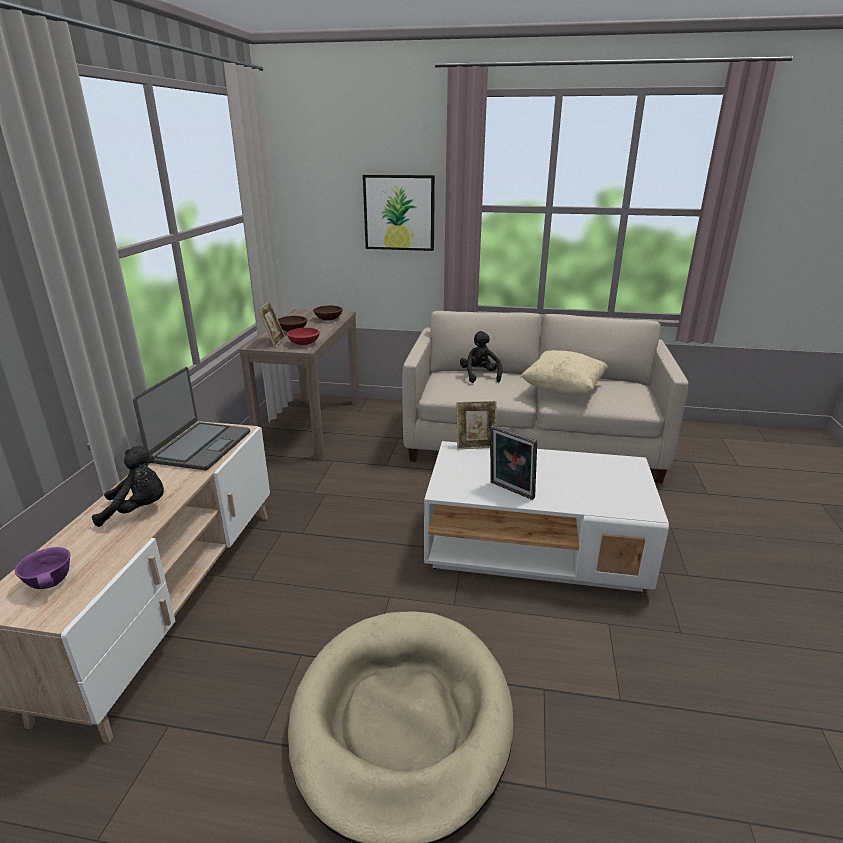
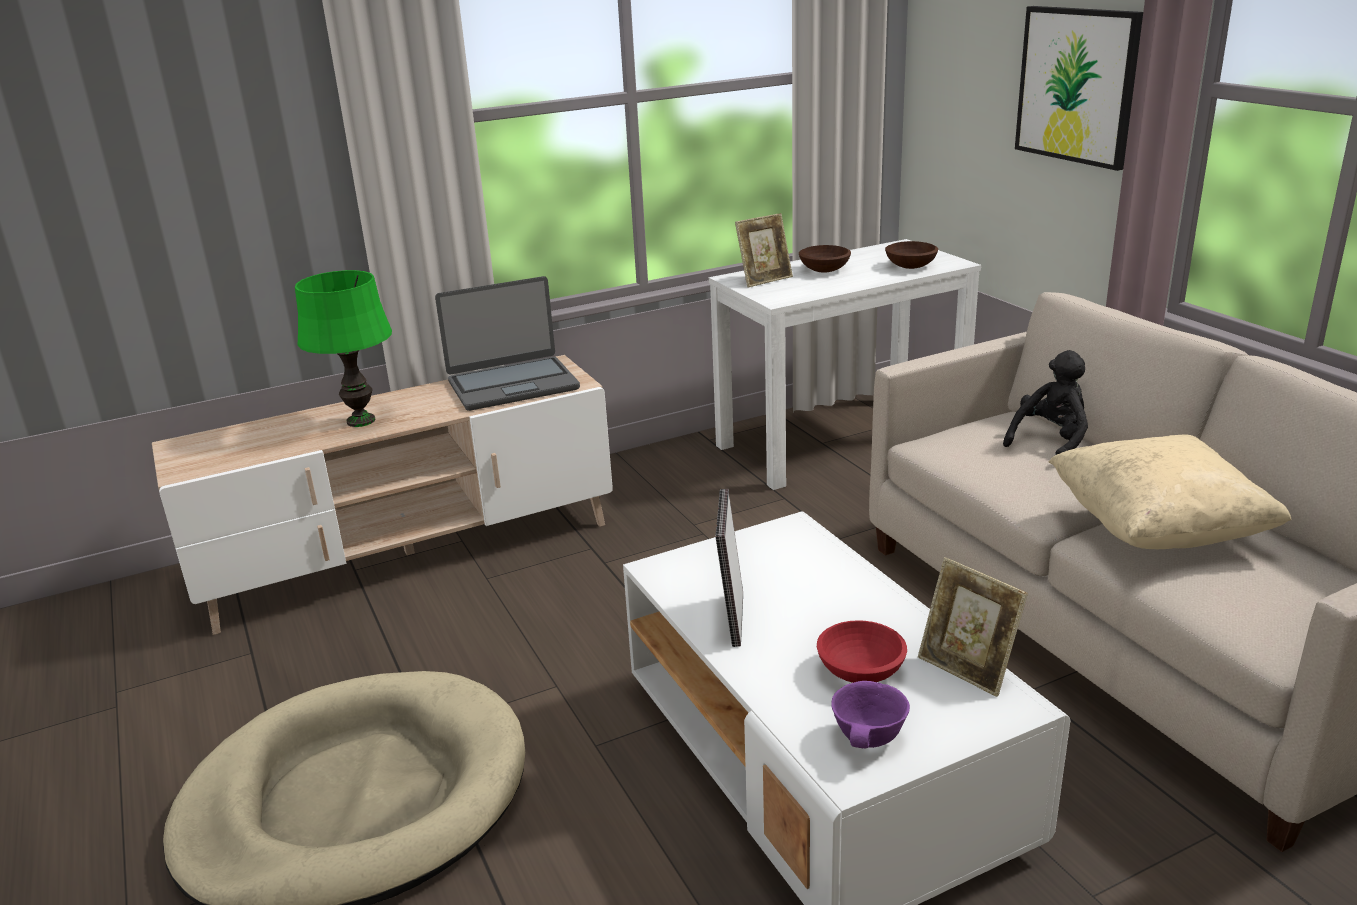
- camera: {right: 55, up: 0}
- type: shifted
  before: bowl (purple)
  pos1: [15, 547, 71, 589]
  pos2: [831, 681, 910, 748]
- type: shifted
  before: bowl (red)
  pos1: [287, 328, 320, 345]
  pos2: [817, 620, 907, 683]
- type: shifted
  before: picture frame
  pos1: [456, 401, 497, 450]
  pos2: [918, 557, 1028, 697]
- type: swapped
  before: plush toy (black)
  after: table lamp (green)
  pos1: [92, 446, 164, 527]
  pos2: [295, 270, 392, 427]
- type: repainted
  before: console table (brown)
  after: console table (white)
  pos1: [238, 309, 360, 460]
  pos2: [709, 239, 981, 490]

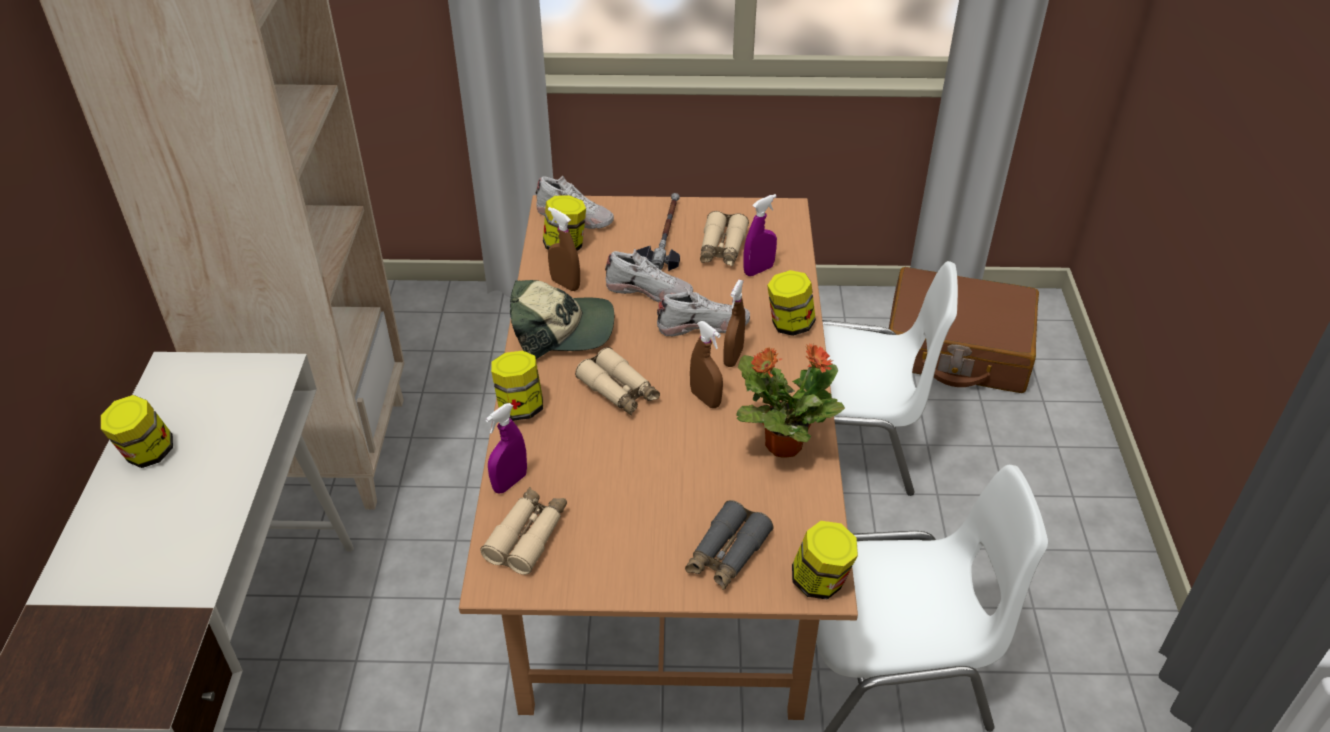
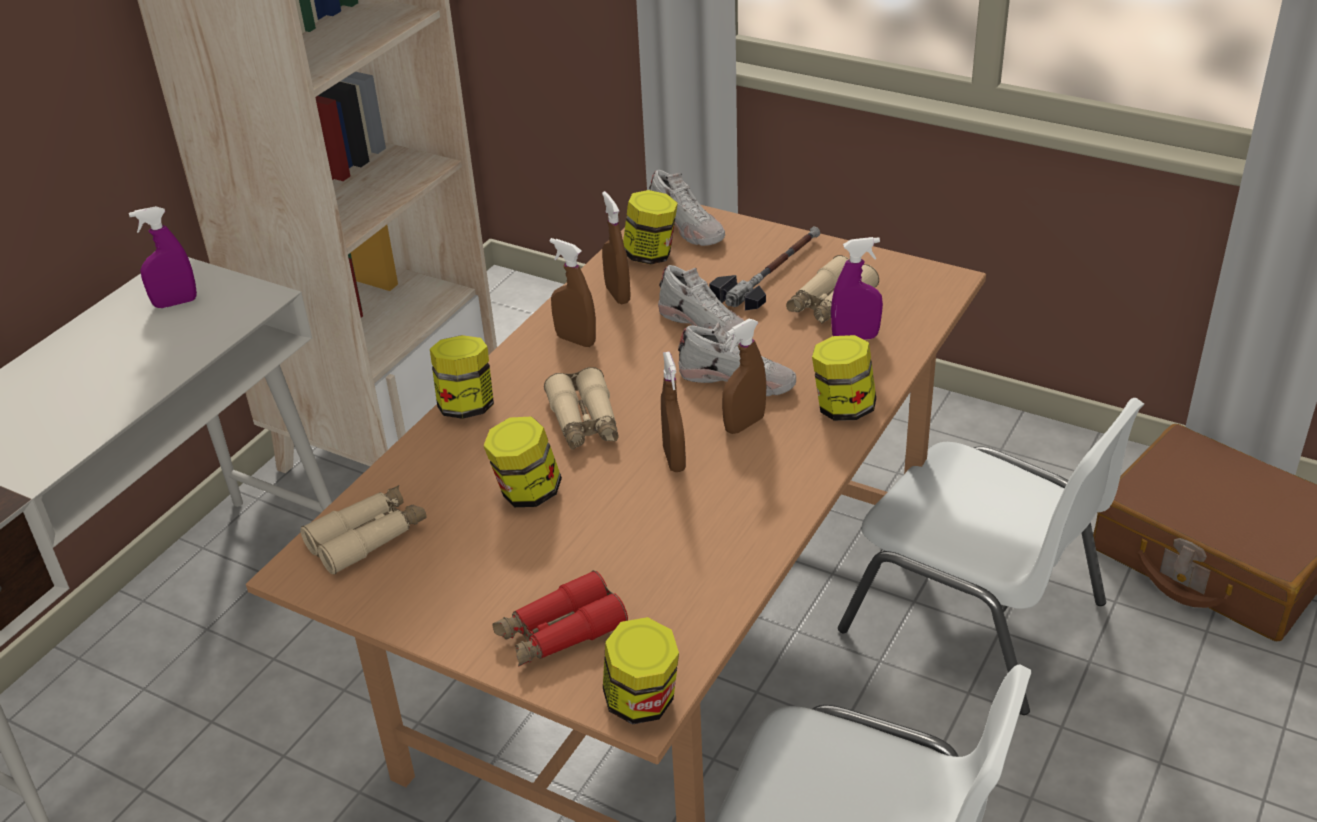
- camera: {right: 30, up: -5}
- type: gone
  before: potted plant
  pos1: [736, 343, 845, 458]
- type: shifted
  before: jar
  pos1: [101, 395, 173, 468]
  pos2: [483, 416, 562, 507]
- type: shifted
  before: spray bottle (purple)
  pos1: [485, 403, 527, 494]
  pos2: [129, 206, 197, 308]
- type: swapped
  before: cap
  after: spray bottle (brown)
  pos1: [510, 280, 614, 359]
  pos2: [550, 238, 596, 347]
- type: repainted
  before: binoculars (grey)
  after: binoculars (red)
  pos1: [685, 500, 774, 590]
  pos2: [492, 570, 628, 667]

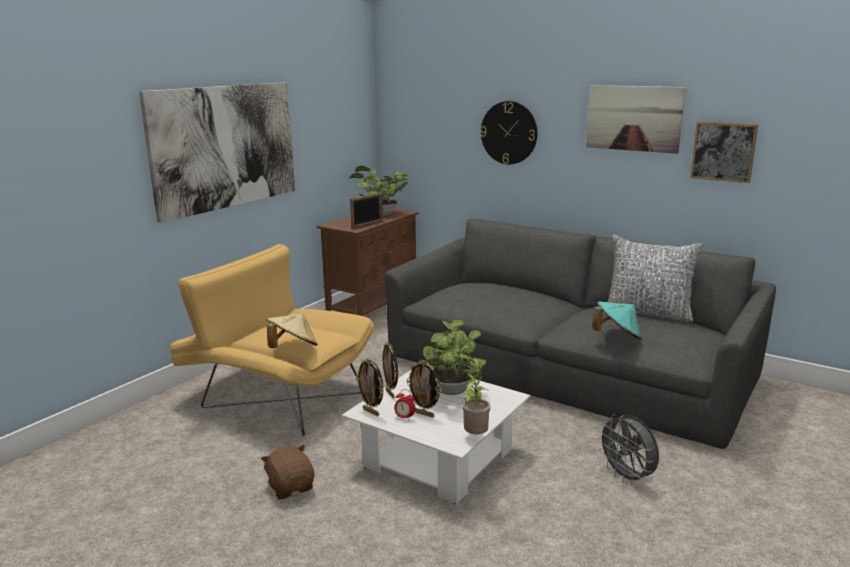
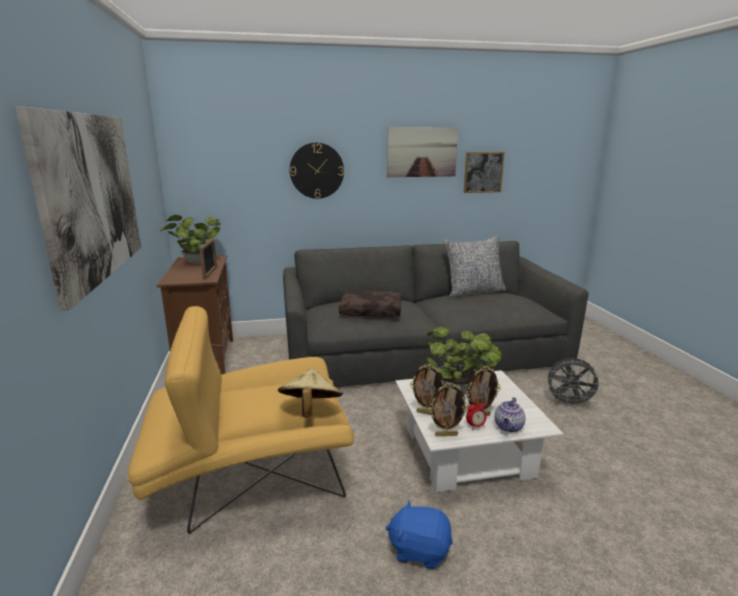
- camera: {right: -45, up: 0}
- type: gone
  before: potted plant
  pos1: [462, 373, 490, 434]
- type: gone
  before: hat (turquoise)
  pos1: [592, 302, 642, 340]
- type: new
  after: pillow (brown)
  pos2: [339, 291, 401, 317]
- type: new
  after: teapot
  pos2: [494, 397, 526, 432]
- type: repainted
  before: plush toy (brown)
  after: plush toy (blue)
  pos1: [261, 445, 314, 500]
  pos2: [385, 500, 453, 569]

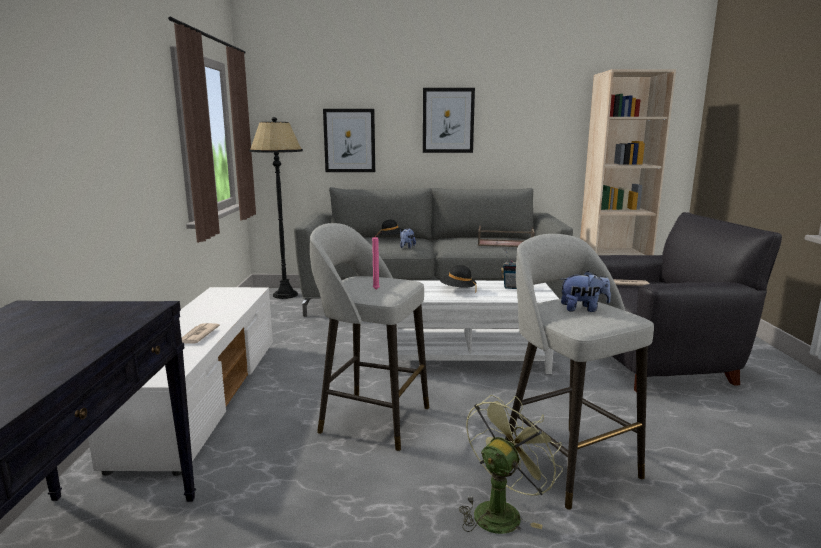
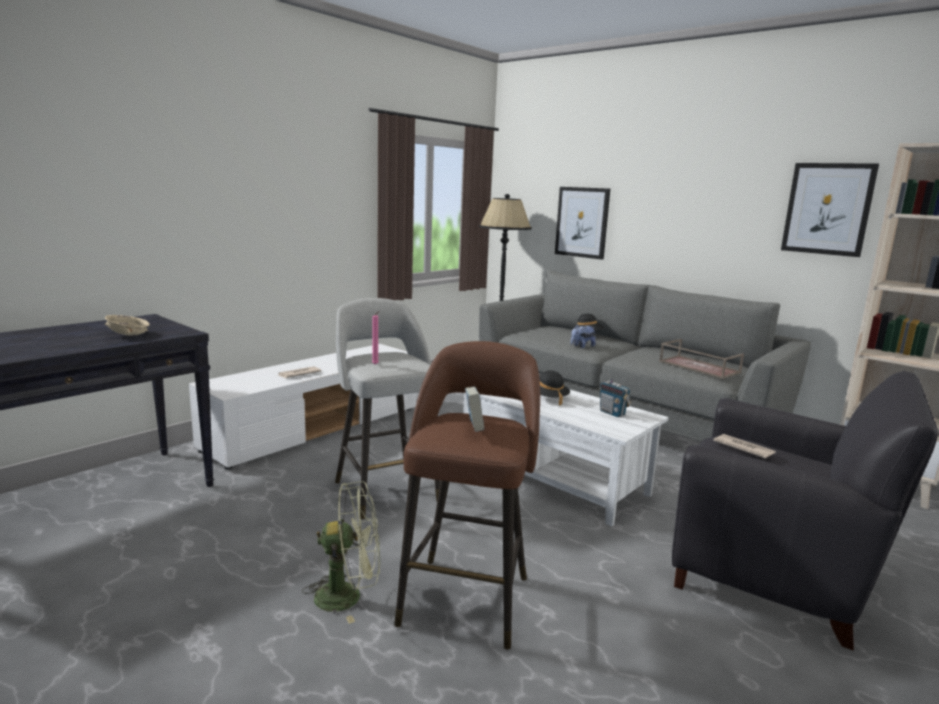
- camera: {right: 40, up: 0}
- type: new
  after: bowl (beige)
  pos2: [105, 315, 150, 336]
- type: shifted
  before: picture
  pos1: [423, 88, 475, 153]
  pos2: [781, 163, 879, 257]
- type: swapped
  before: plush toy
  after: book
  pos1: [561, 271, 611, 312]
  pos2: [465, 386, 484, 432]
- type: repainted
  before: stool (grey)
  after: stool (brown)
  pos1: [505, 234, 654, 510]
  pos2: [394, 341, 540, 650]

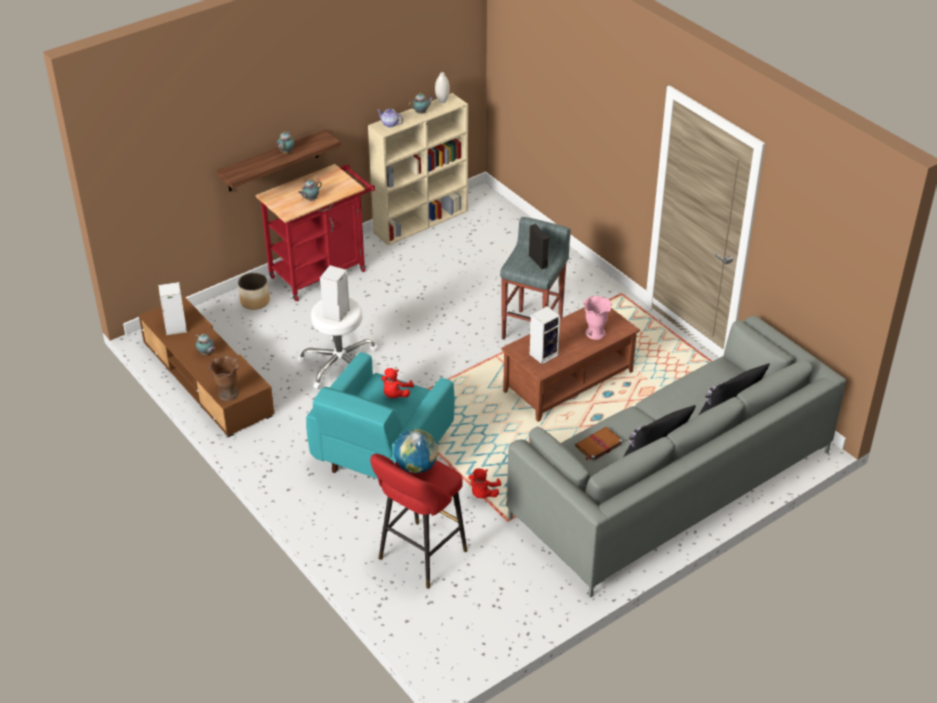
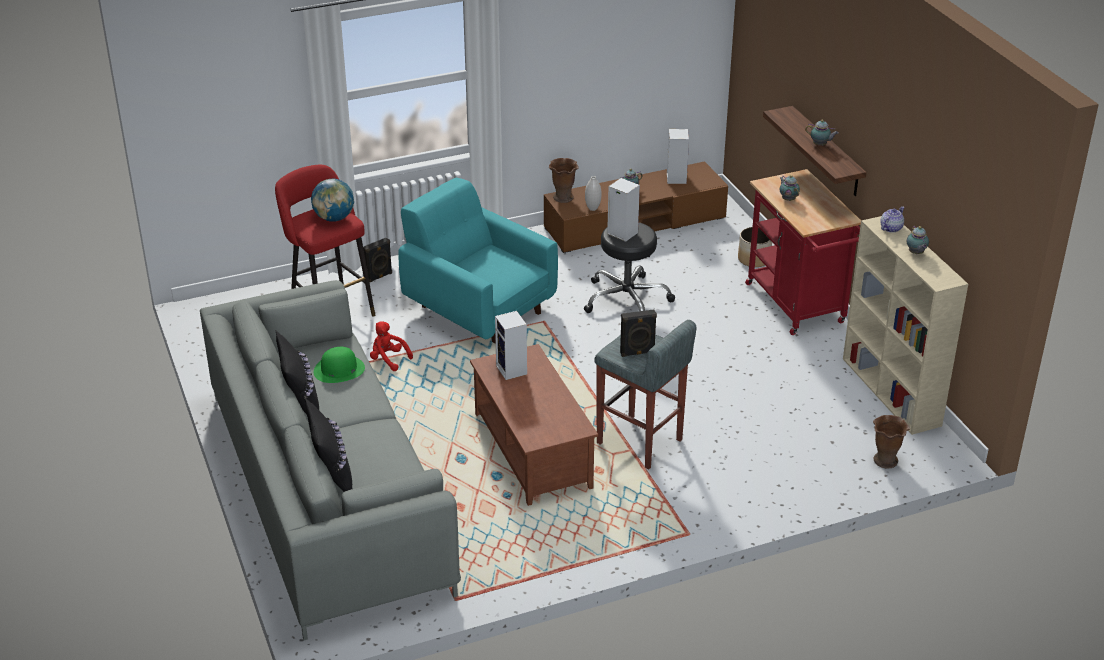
- camera: {right: 105, up: -5}
- type: gone
  before: plush toy (red)
  pos1: [381, 368, 414, 398]
- type: gone
  before: vase (pink)
  pos1: [583, 296, 612, 340]
- type: new
  after: speaker (black)
  pos2: [363, 238, 392, 283]
- type: new
  after: vase (brown)
  pos2: [873, 415, 910, 469]
- type: shifted
  before: vase (white)
  pos1: [435, 72, 450, 103]
  pos2: [585, 176, 602, 211]
- type: swapped
  before: book (brown)
  after: hat (green)
  pos1: [575, 427, 623, 462]
  pos2: [314, 347, 365, 383]
- type: repainted
  before: stool (white)
  after: stool (black)
  pos1: [297, 298, 379, 390]
  pos2: [584, 222, 675, 313]

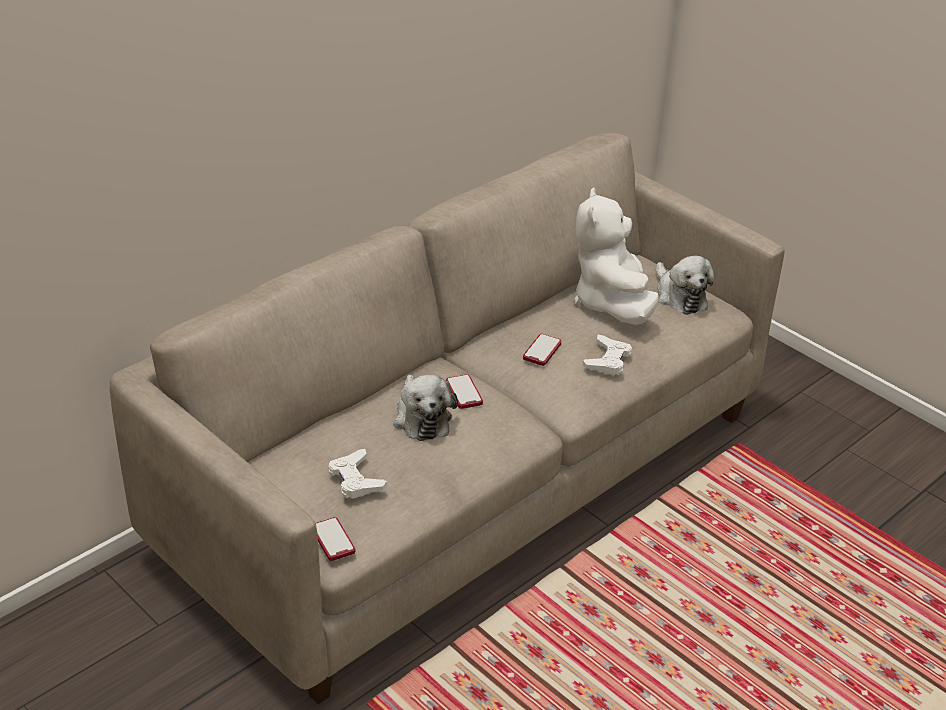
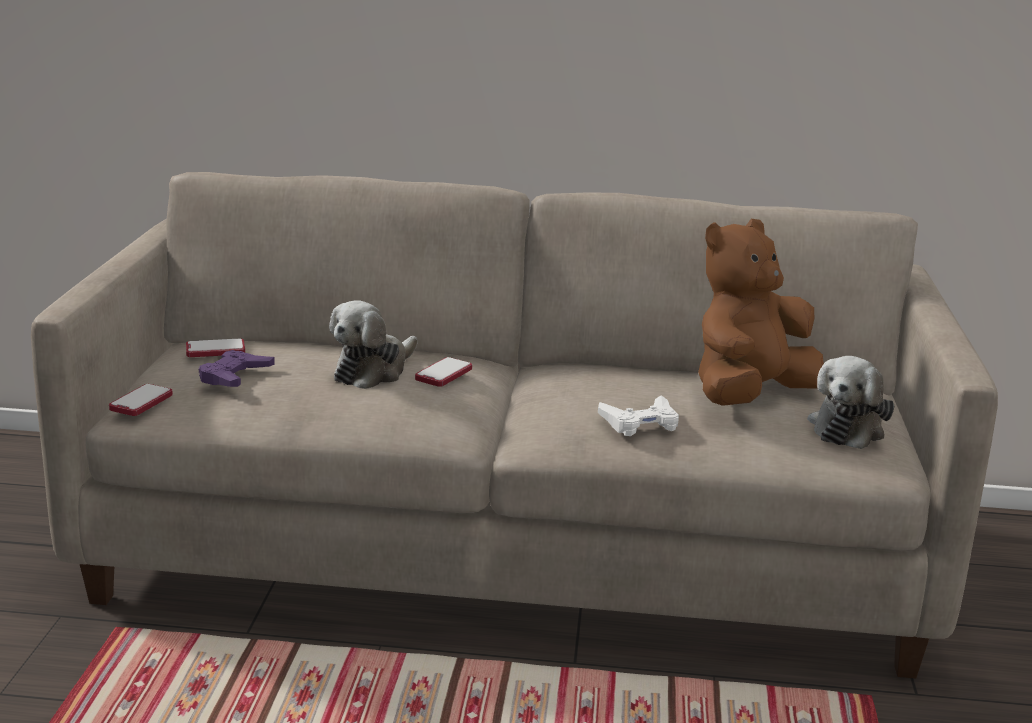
- camera: {right: 50, up: -15}
- type: shifted
  before: phone
  pos1: [523, 334, 561, 366]
  pos2: [186, 339, 245, 357]
- type: repainted
  before: game controller (white)
  after: game controller (purple)
  pos1: [329, 449, 387, 499]
  pos2: [199, 350, 275, 387]
- type: repainted
  before: plush toy (white)
  after: plush toy (brown)
  pos1: [574, 188, 659, 325]
  pos2: [698, 219, 824, 406]

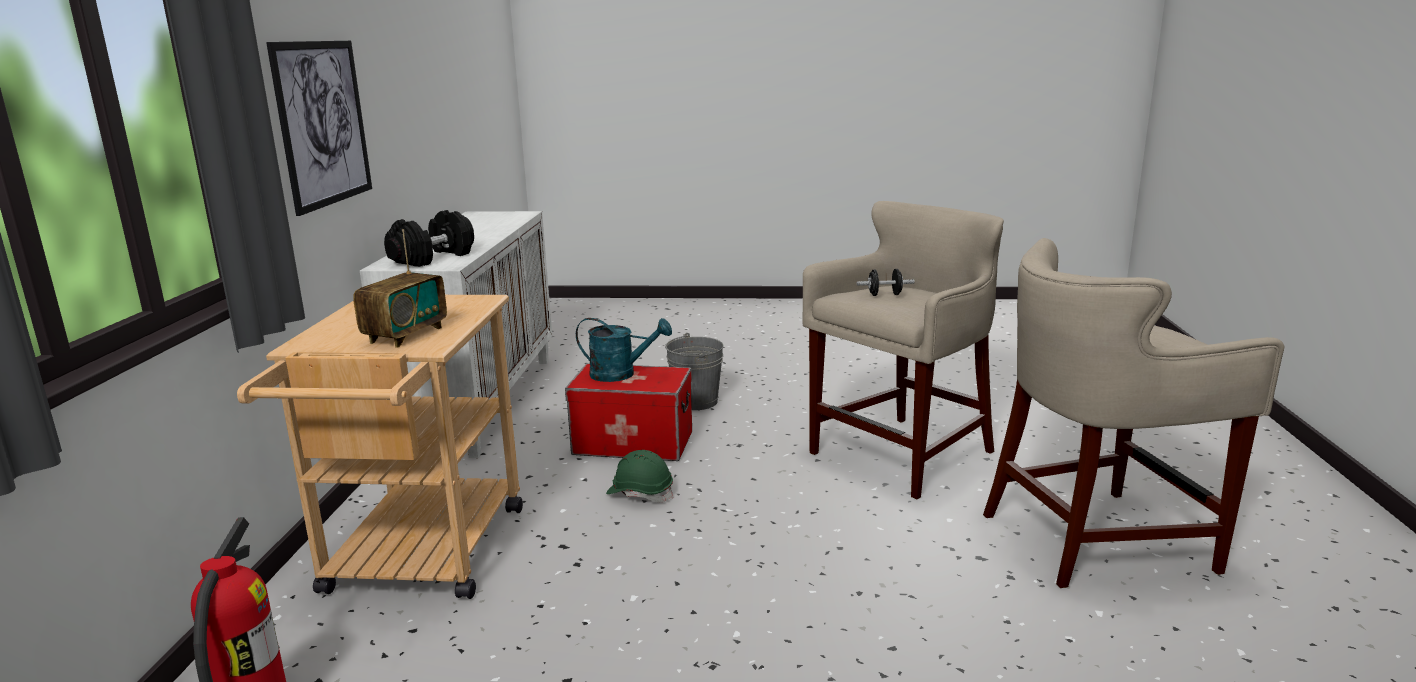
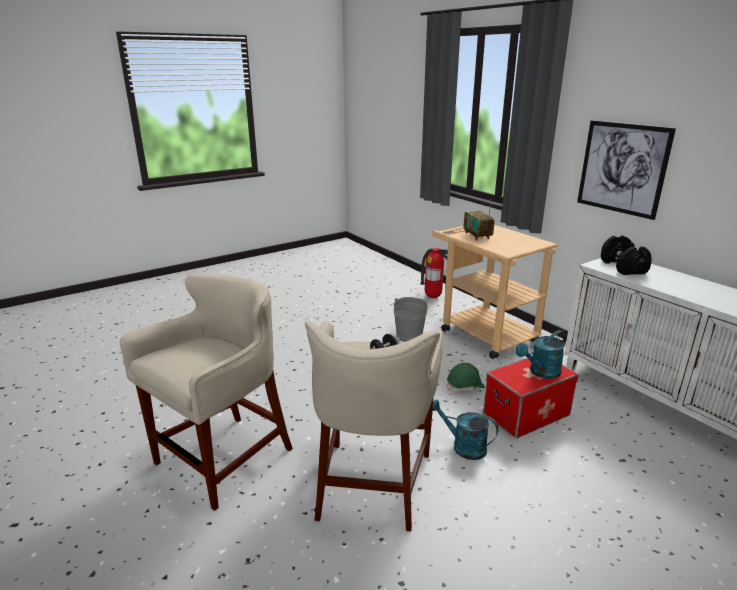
- camera: {right: 140, up: 5}
- type: new
  after: watering can (turquoise)
  pos2: [433, 400, 498, 460]
- type: shifted
  before: bucket (grey)
  pos1: [665, 333, 724, 410]
  pos2: [393, 297, 428, 342]

